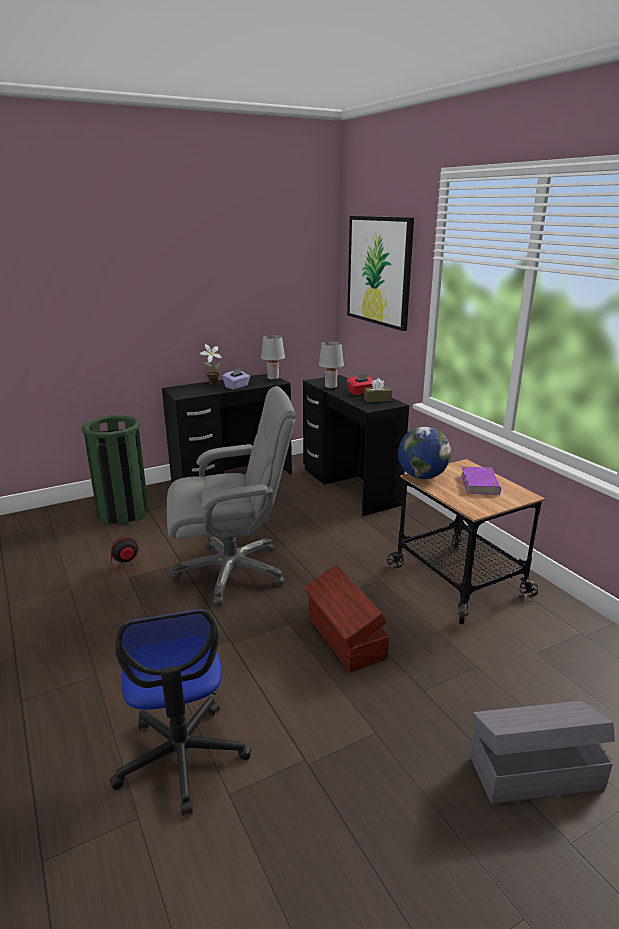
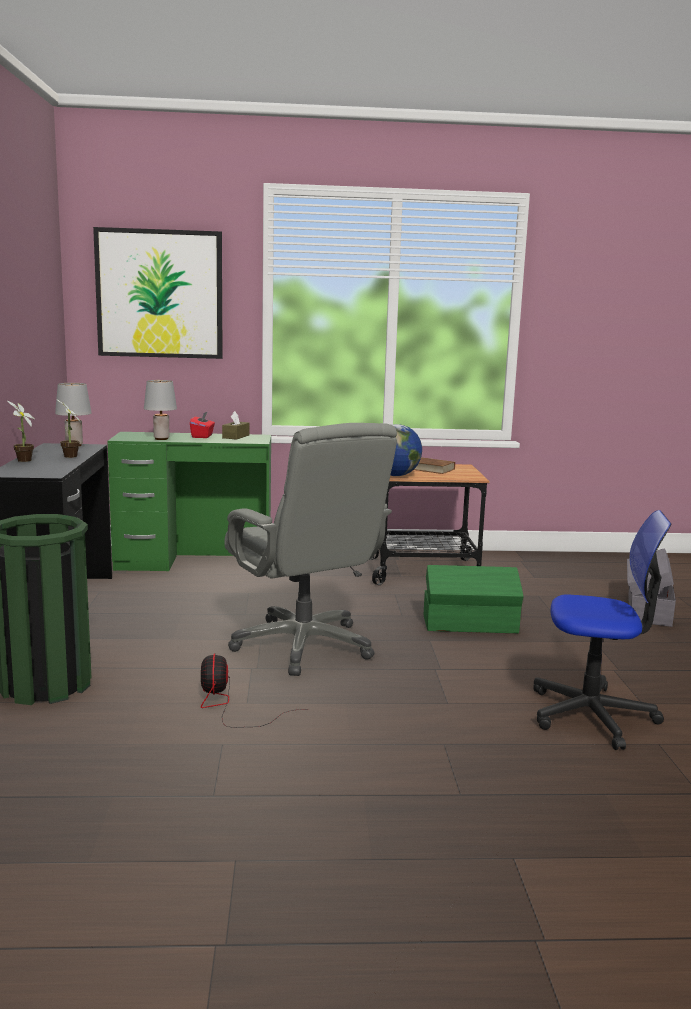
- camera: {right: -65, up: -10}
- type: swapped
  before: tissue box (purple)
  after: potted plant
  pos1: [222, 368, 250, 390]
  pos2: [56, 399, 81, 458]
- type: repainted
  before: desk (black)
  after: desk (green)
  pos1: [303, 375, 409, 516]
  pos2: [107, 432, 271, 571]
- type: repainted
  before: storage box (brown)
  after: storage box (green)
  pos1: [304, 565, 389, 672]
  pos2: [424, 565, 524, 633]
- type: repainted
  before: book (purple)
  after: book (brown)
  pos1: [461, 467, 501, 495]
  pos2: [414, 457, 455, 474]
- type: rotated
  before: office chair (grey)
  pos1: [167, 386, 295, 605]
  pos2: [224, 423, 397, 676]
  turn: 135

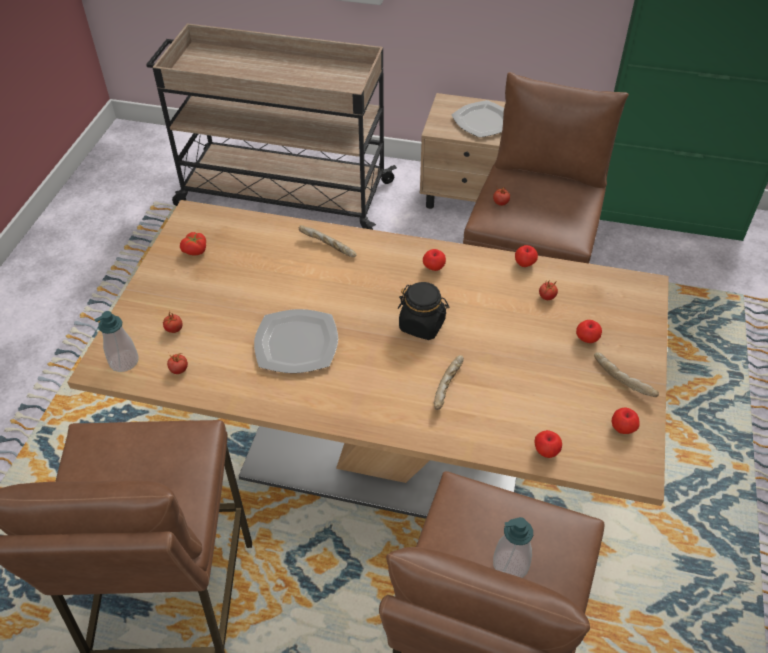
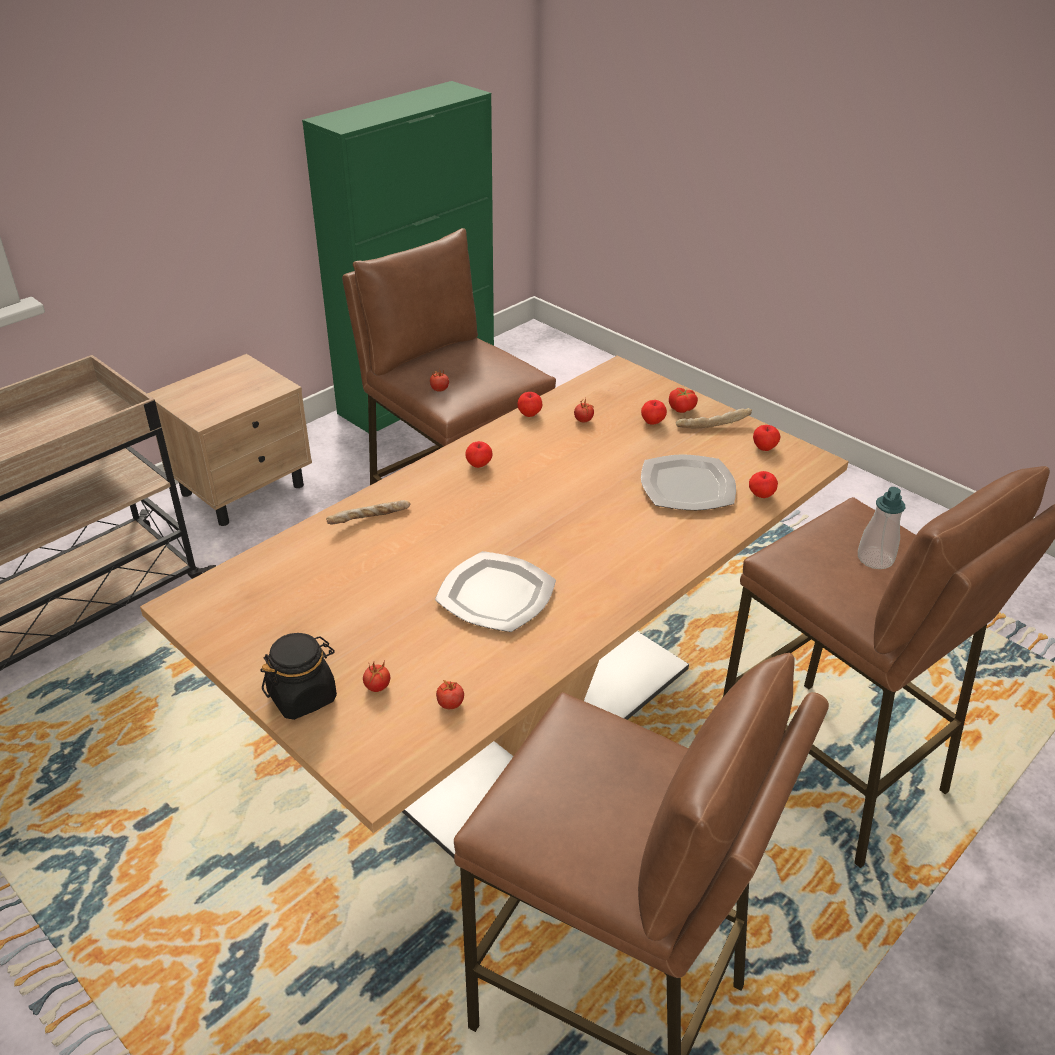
- camera: {right: -60, up: -10}
- type: gone
  before: soap dispenser
  pos1: [94, 311, 139, 372]
- type: gone
  before: bread
  pos1: [434, 355, 464, 410]
- type: shifted
  before: tomato
  pos1: [180, 232, 206, 255]
  pos2: [669, 388, 698, 413]
- type: shifted
  before: jar (black)
  pos1: [398, 282, 449, 340]
  pos2: [260, 633, 337, 720]
- type: shifted
  before: plate
  pos1: [452, 100, 504, 138]
  pos2: [641, 454, 736, 510]

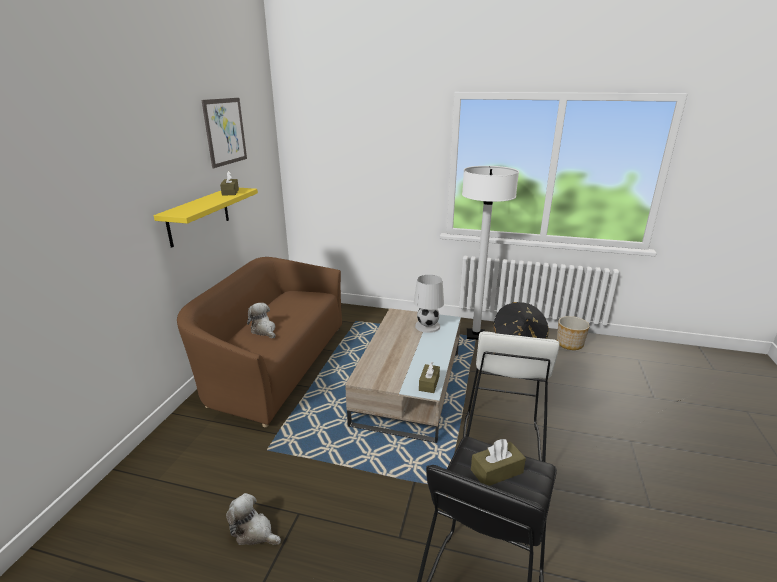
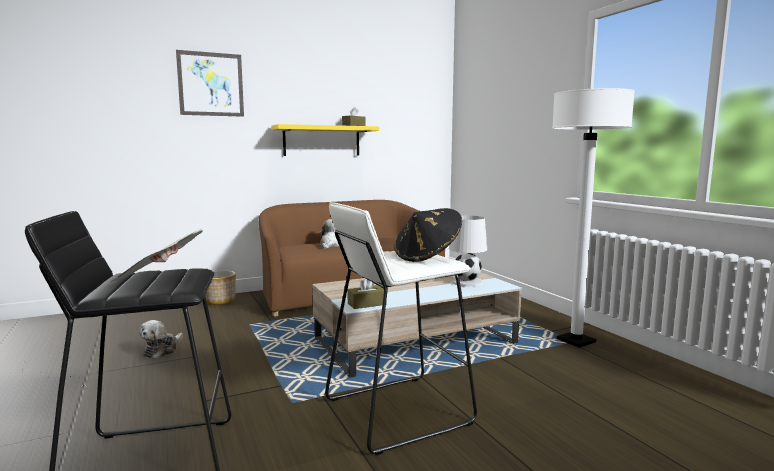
- camera: {right: 50, up: -15}
- type: shifted
  before: picture
  pos1: [202, 98, 247, 168]
  pos2: [176, 50, 244, 117]
- type: shifted
  before: planter
  pos1: [557, 316, 590, 350]
  pos2: [205, 270, 236, 305]
- type: swapped
  before: tissue box (brown)
  after: newspaper
  pos1: [471, 439, 526, 486]
  pos2: [110, 229, 203, 282]
- type: rotated
  before: plush toy
  pos1: [226, 493, 281, 545]
  pos2: [140, 320, 183, 358]
  turn: -150

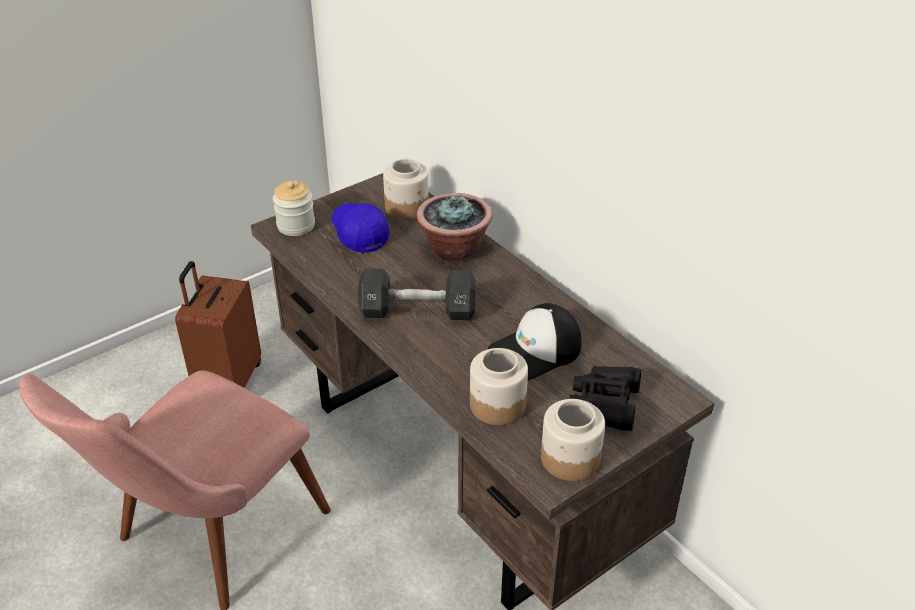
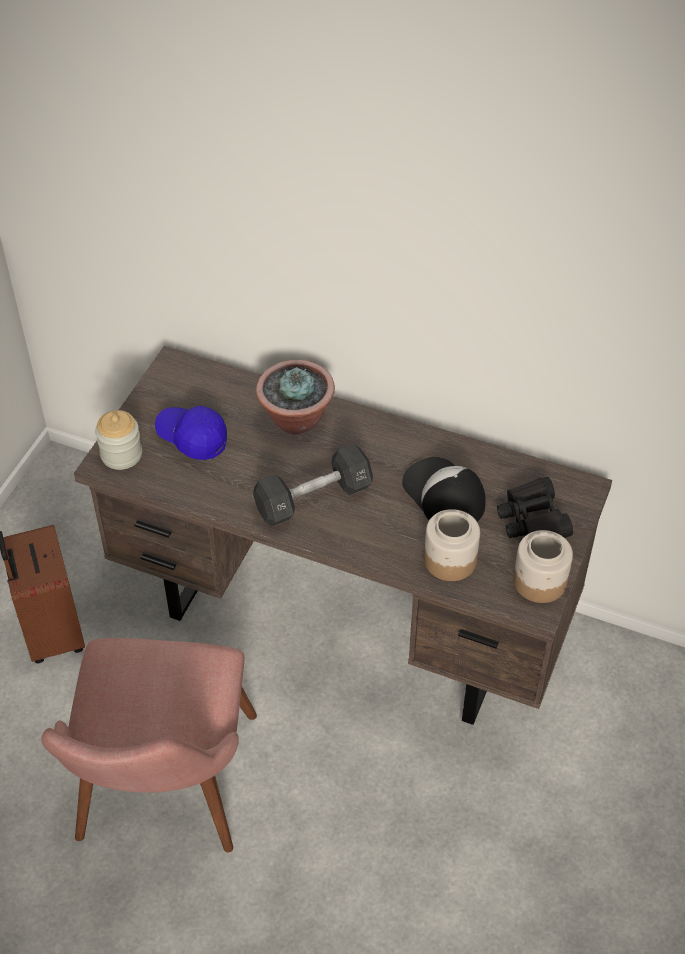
- camera: {right: -30, up: 10}
- type: gone
  before: jar
  pos1: [383, 159, 429, 219]
- type: rotated
  before: cap
  pos1: [488, 303, 581, 380]
  pos2: [402, 457, 486, 522]
  turn: 120

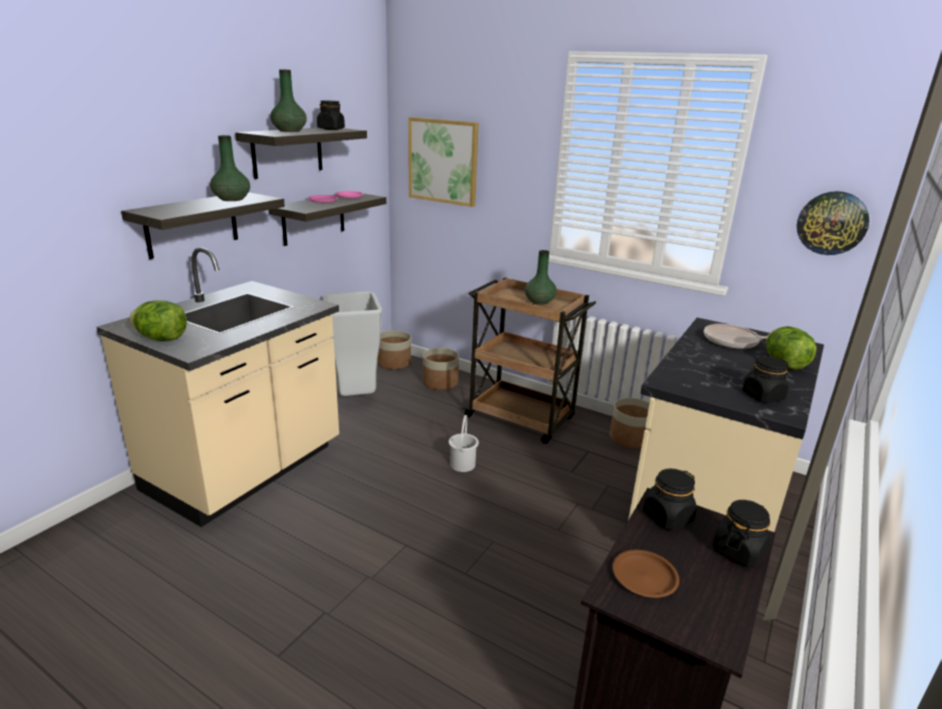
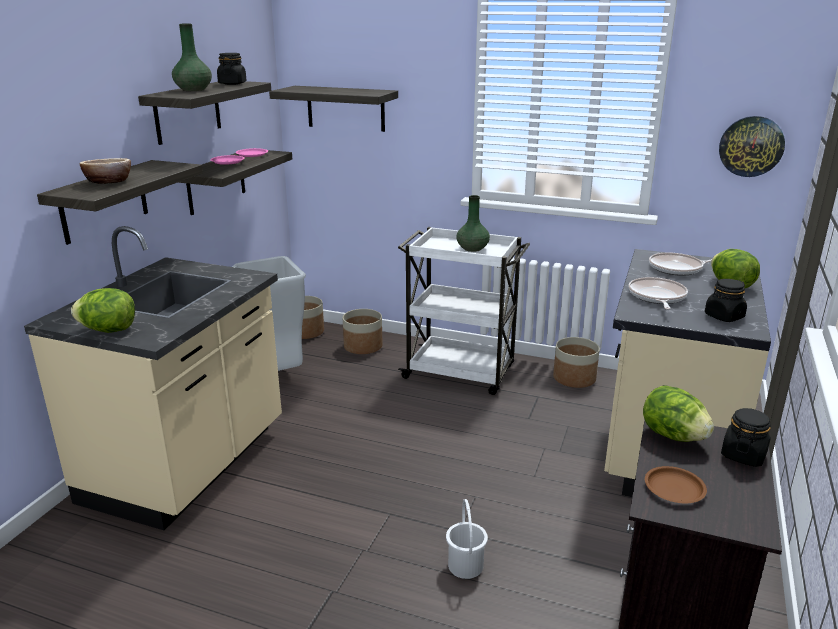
- camera: {right: -10, up: 0}
- type: gone
  before: vase (green)
  pos1: [210, 135, 250, 201]
- type: new
  after: bowl
  pos2: [79, 158, 131, 184]
- type: new
  after: frying pan
  pos2: [629, 277, 688, 309]
- type: shifted
  before: bucket (white)
  pos1: [449, 415, 479, 472]
  pos2: [446, 499, 488, 579]
- type: swapped
  before: picture
  after: shelf
  pos1: [408, 117, 479, 207]
  pos2: [269, 86, 398, 132]
- type: swapped
  before: jar (black)
  after: lettuce
  pos1: [643, 468, 697, 530]
  pos2: [643, 385, 714, 442]
- type: repainted
  before: cart (brown)
  after: cart (white)
  pos1: [462, 277, 596, 444]
  pos2: [398, 227, 530, 395]

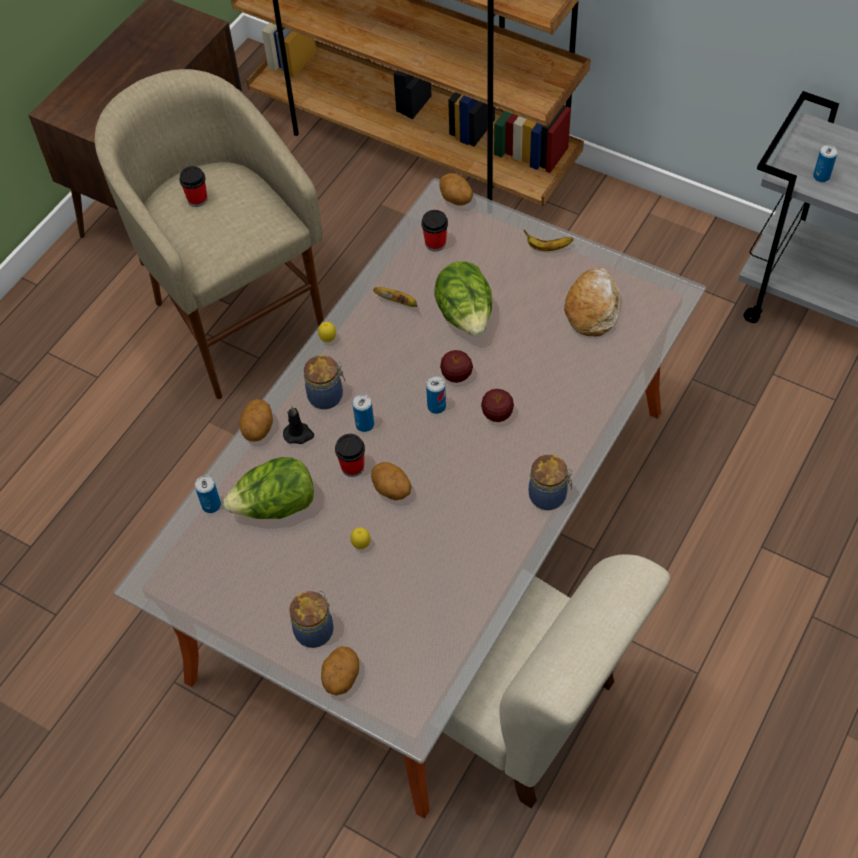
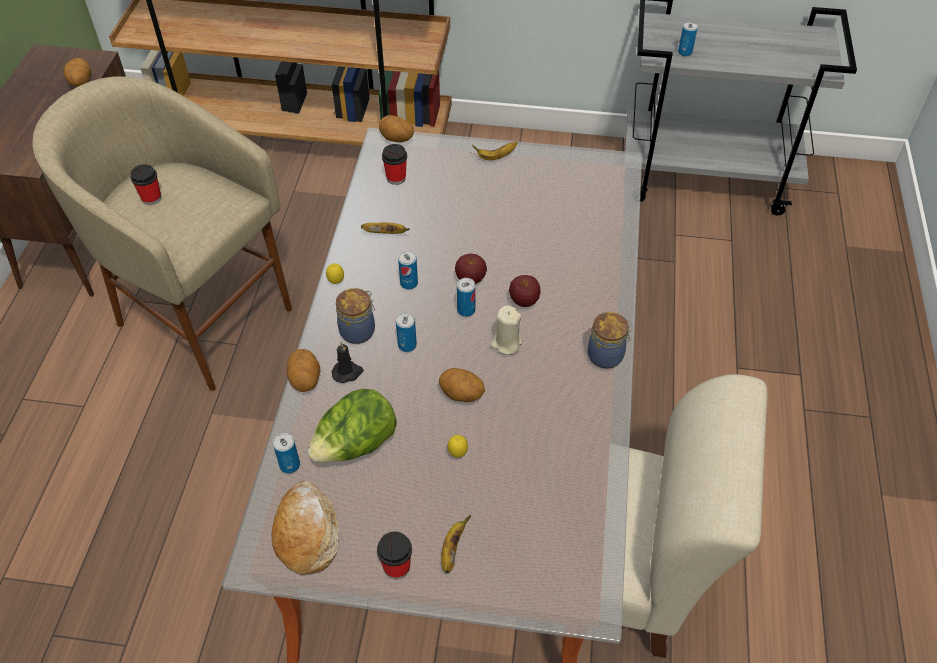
- camera: {right: -25, up: -5}
- type: gone
  before: lettuce
  pos1: [434, 261, 492, 336]
- type: new
  after: can
  pos2: [398, 251, 418, 289]
- type: new
  after: candle (beige)
  pos2: [491, 305, 523, 355]
- type: shifted
  before: potato
  pos1: [321, 646, 359, 696]
  pos2: [63, 58, 91, 86]
- type: shifted
  before: cup
  pos1: [335, 434, 365, 477]
  pos2: [377, 531, 412, 579]
- type: shifted
  before: bread
  pos1: [564, 268, 620, 337]
  pos2: [271, 480, 339, 575]
- type: swapped
  before: jar
  after: banana
  pos1: [289, 590, 334, 648]
  pos2: [441, 514, 471, 573]

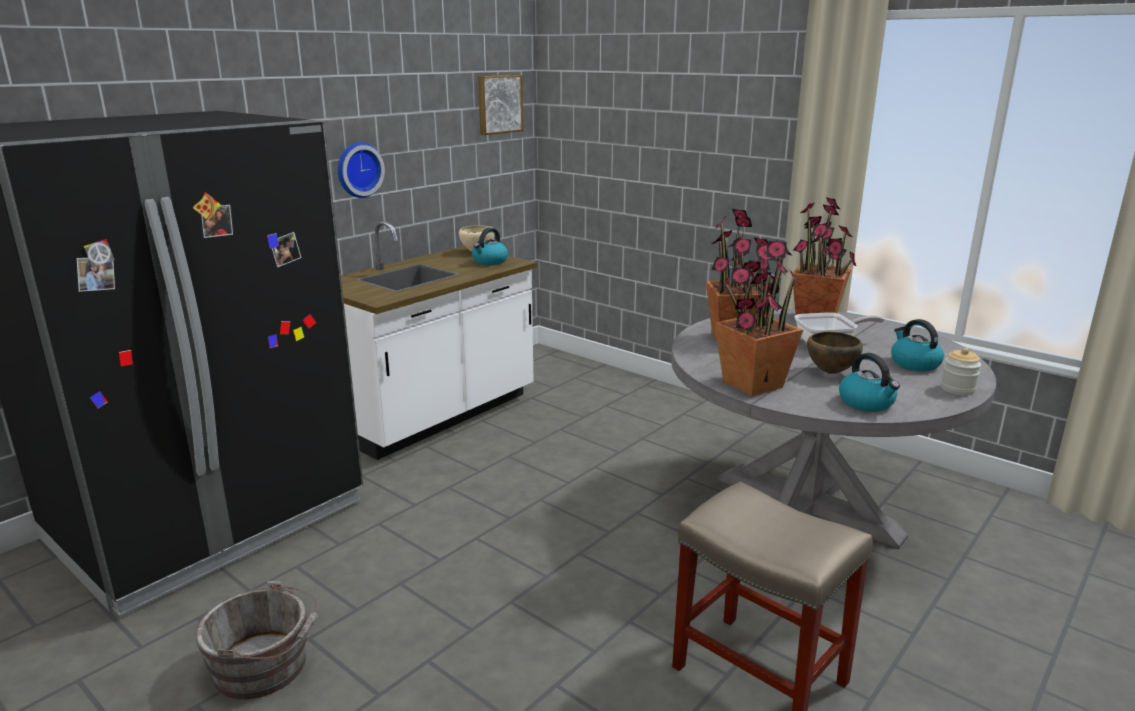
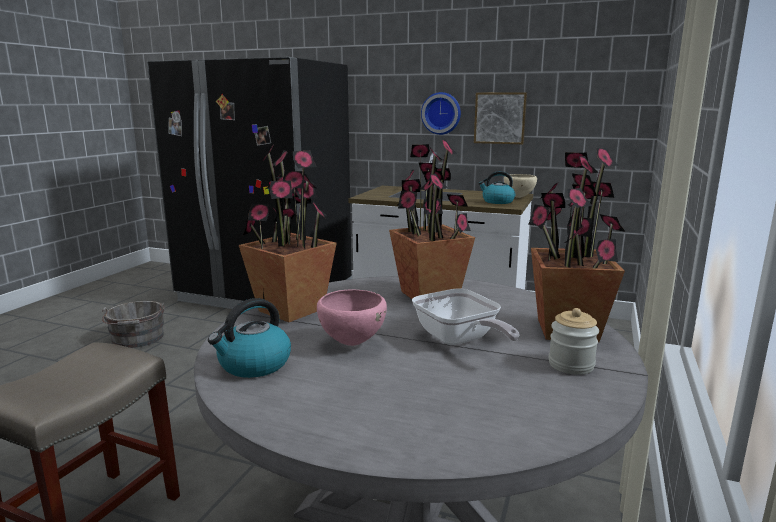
- camera: {right: 70, up: -5}
- type: gone
  before: kettle
  pos1: [891, 319, 944, 371]
- type: shifted
  before: picture
  pos1: [478, 75, 523, 135]
  pos2: [474, 92, 527, 144]
- type: shifted
  before: jar
  pos1: [941, 348, 981, 395]
  pos2: [549, 308, 599, 375]
- type: repainted
  before: bowl (brown)
  after: bowl (pink)
  pos1: [807, 332, 863, 374]
  pos2: [317, 289, 387, 346]

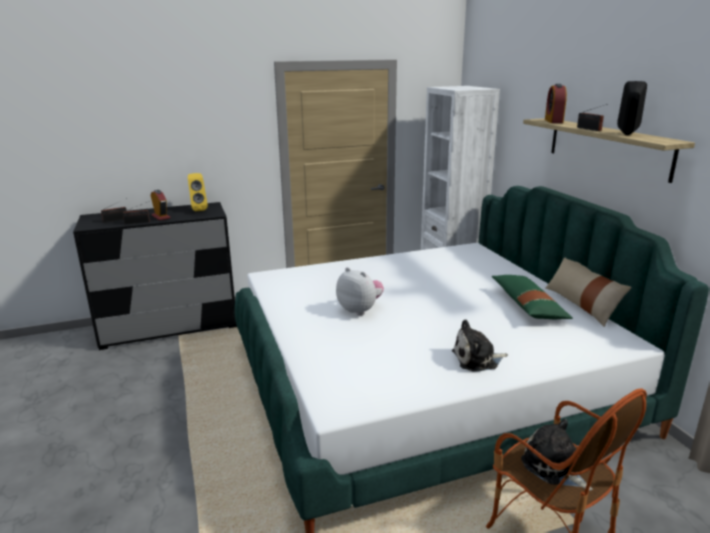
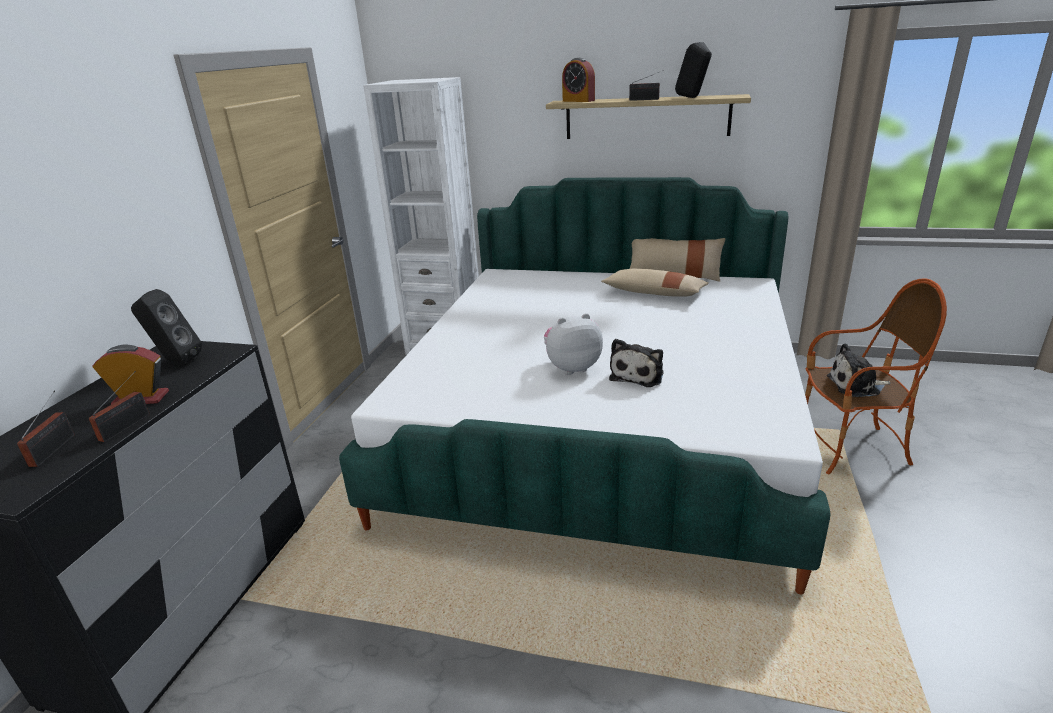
- camera: {right: -55, up: 5}
- type: shifted
  before: plush toy
  pos1: [452, 319, 508, 372]
  pos2: [609, 339, 664, 387]
- type: repainted
  before: speaker (yellow)
  after: speaker (black)
  pos1: [188, 173, 208, 211]
  pos2: [131, 289, 202, 362]
- type: repainted
  before: pillow (green)
  after: pillow (beige)
  pos1: [492, 275, 573, 319]
  pos2: [601, 269, 709, 297]

